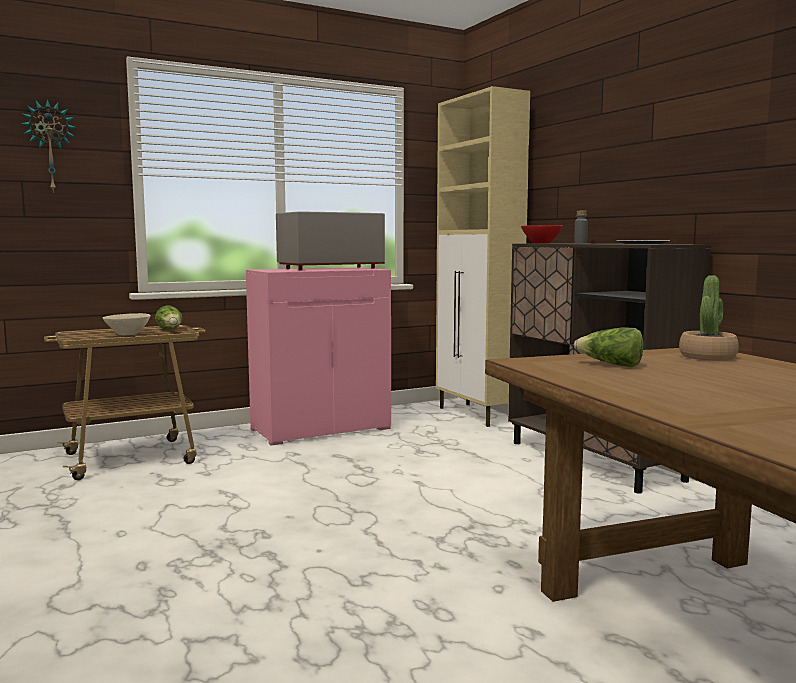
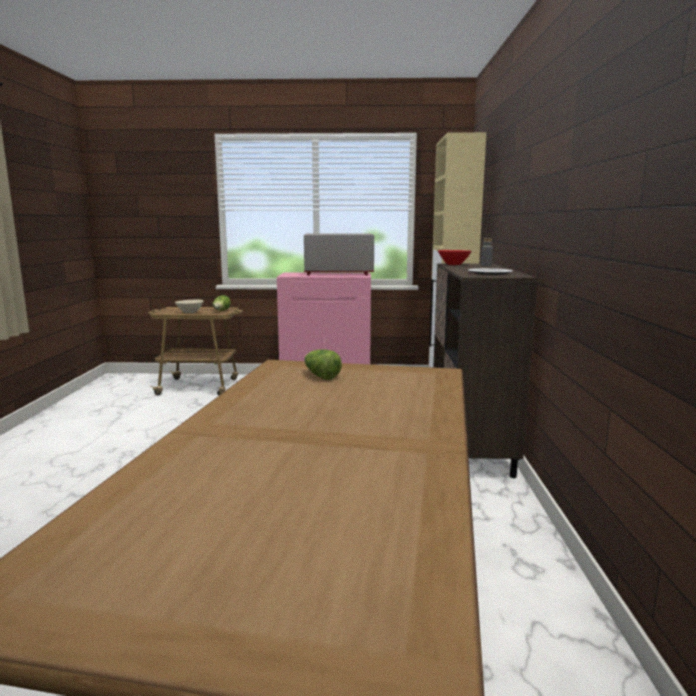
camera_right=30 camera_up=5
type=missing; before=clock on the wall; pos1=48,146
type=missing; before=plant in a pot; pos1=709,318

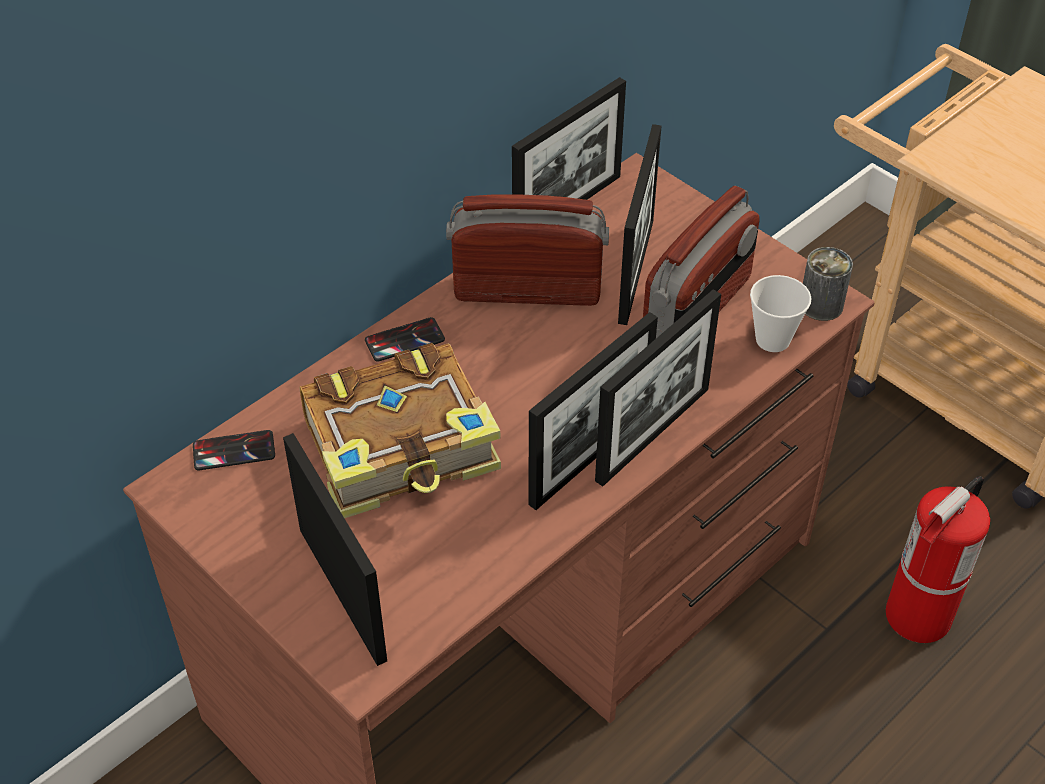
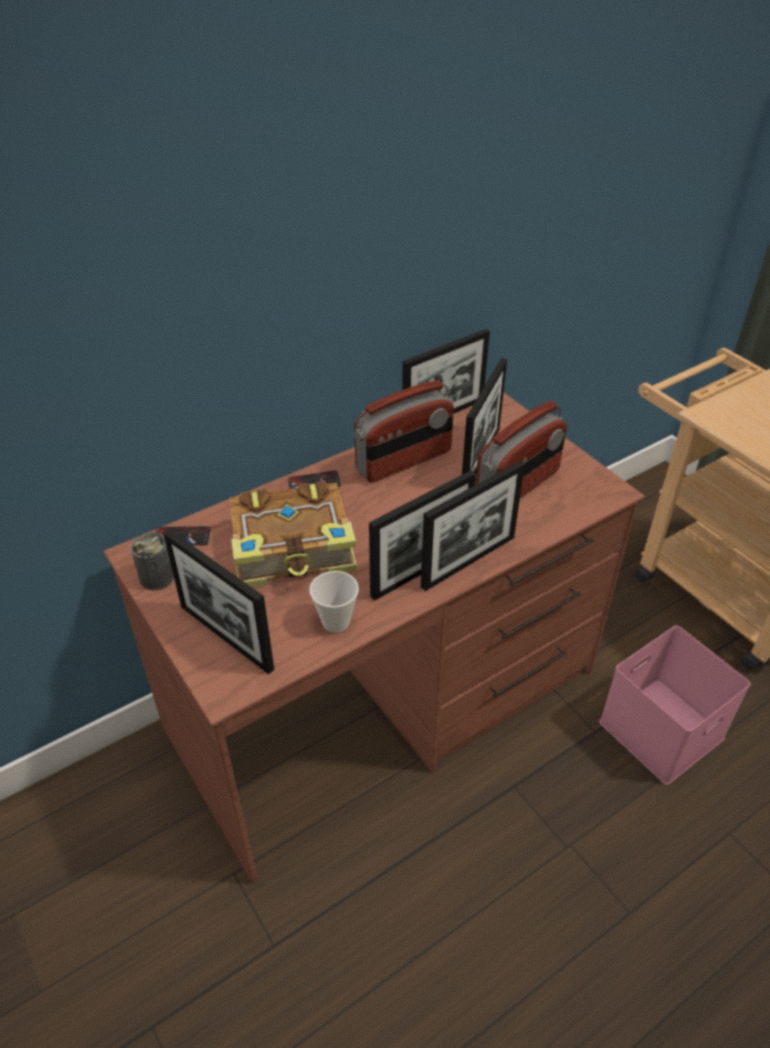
camera_right=10 camera_up=-5
type=spun; before=photo frame; pos1=335,549; pos2=218,601; turn=150
type=spun; before=radio set; pos1=527,250; pos2=404,431; turn=135
type=relocated; before=cup; pos1=780,313; pos2=334,602
type=relocated; before=can; pos1=828,284; pos2=152,561
type=exchanged; before=extinguisher; after=storage bin in pink-coloured; pos1=938,559; pos2=675,704

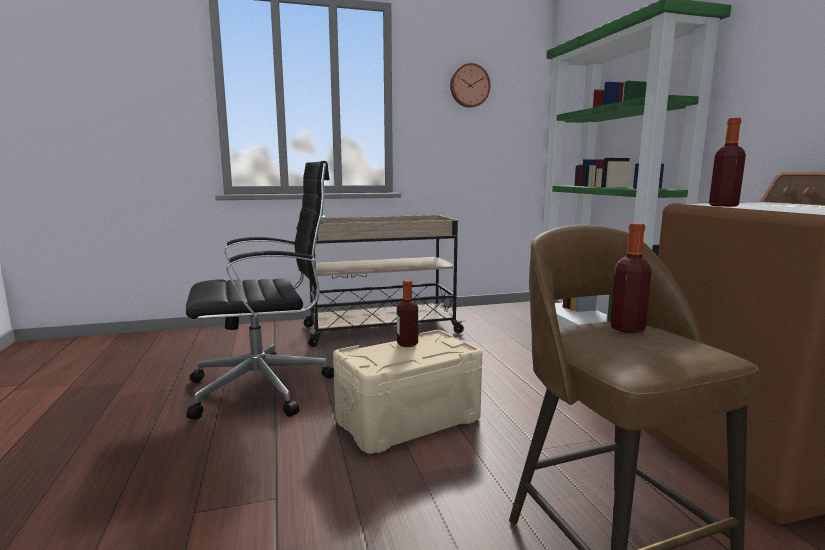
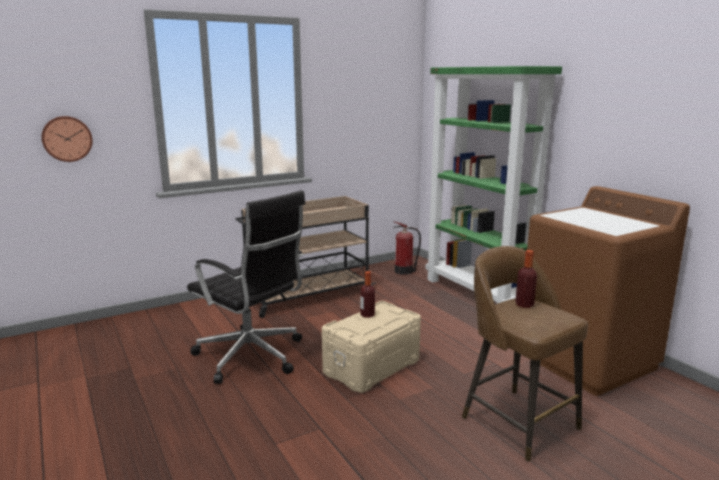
camera_right=-15 camera_up=5
type=spun; before=office chair in blackish; pos1=260,290; pos2=246,287; turn=75
type=relocated; before=clock on the wall; pos1=470,85; pos2=67,139
type=missing; before=beverage bottle; pos1=727,162
type=appeared; after=extinguisher; pos2=407,248

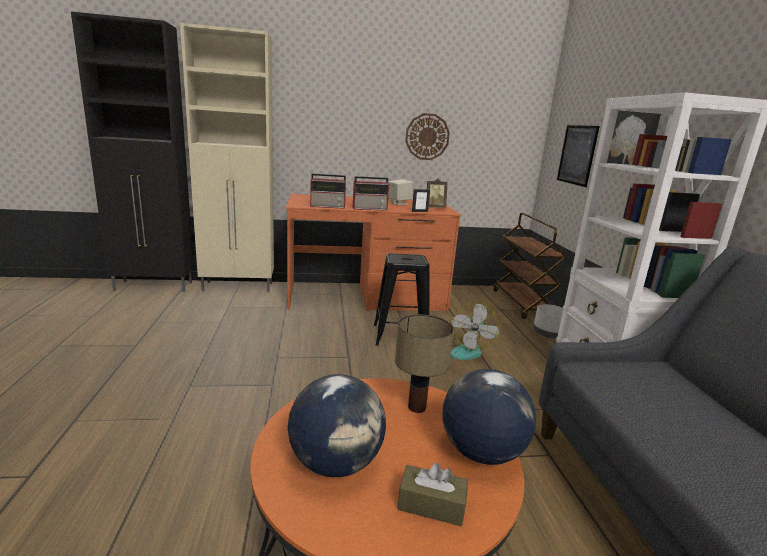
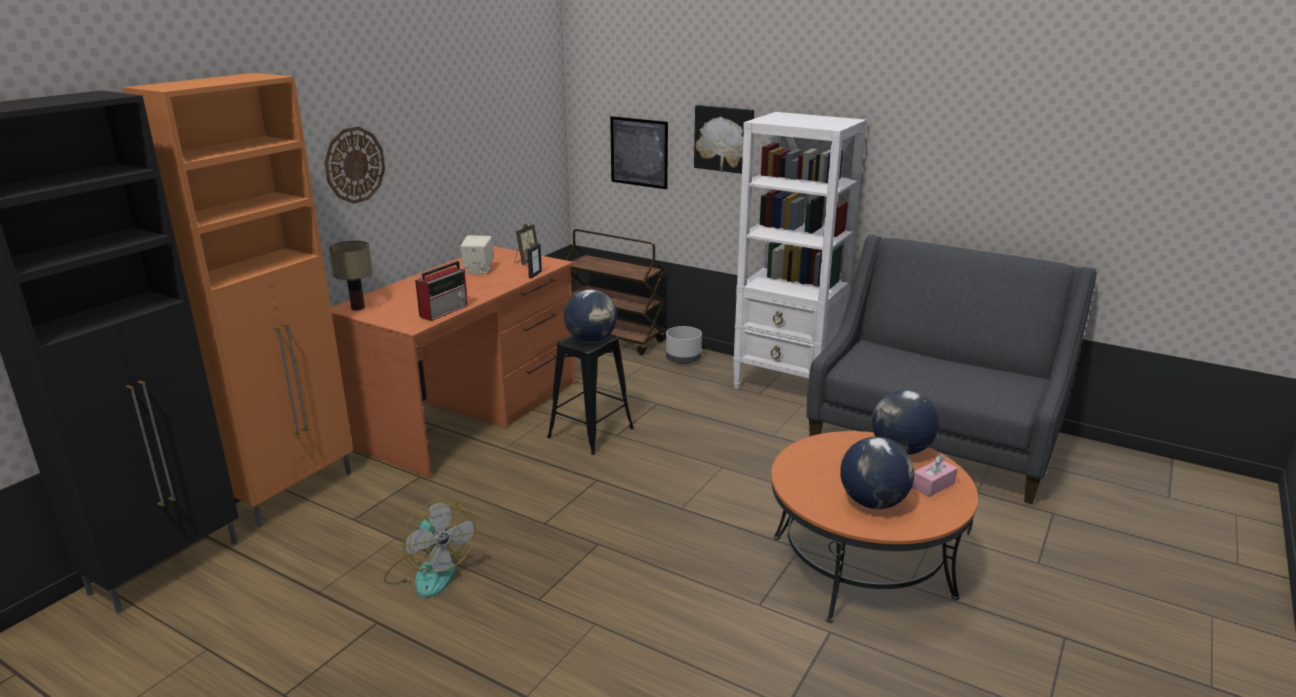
camera_right=-50 camera_up=5
type=colour; before=cupboard in sand-coloured; after=cupboard in orangey; pos1=227,157; pos2=238,300
type=missing; before=radio set; pos1=371,193
type=relocated; before=lamp for a table; pos1=424,364; pos2=351,275
type=colour; before=tissue box in brown; after=tissue box in pink-coloured; pos1=433,494; pos2=935,476
type=relocated; before=clock on the wall; pos1=427,136; pos2=354,165
type=relocated; before=electric fan; pos1=475,331; pos2=430,548
type=appeared; after=world globe; pos2=590,316

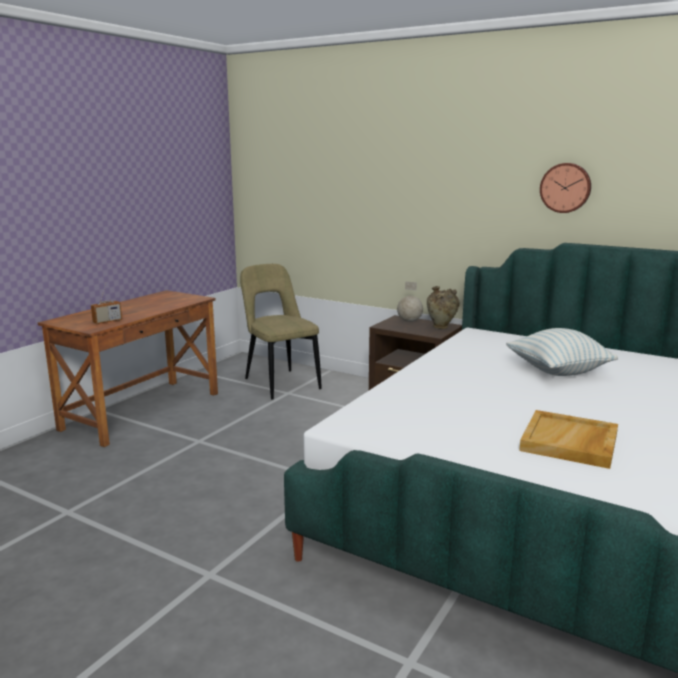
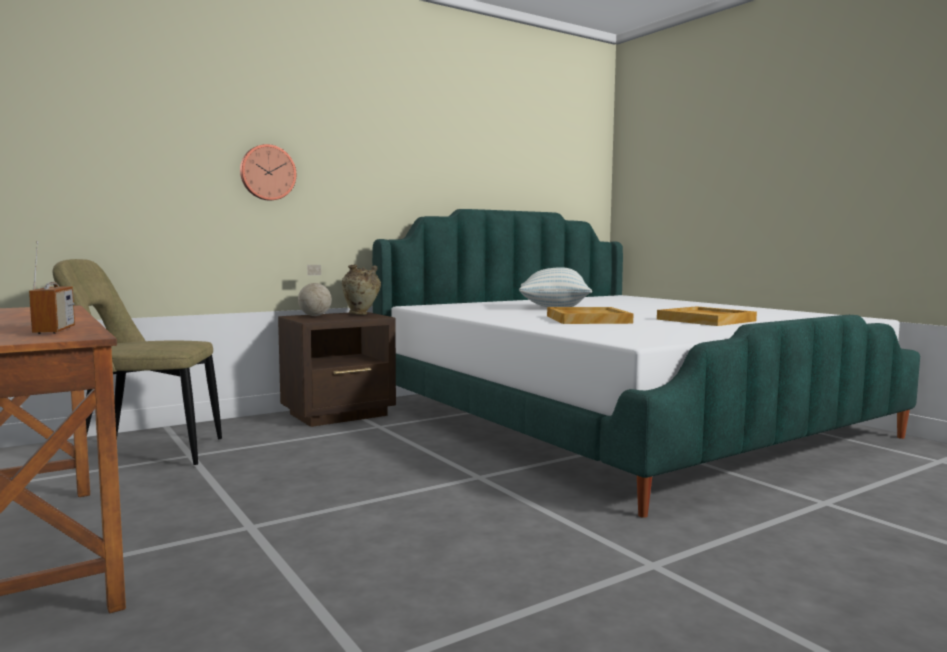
camera_right=-65 camera_up=-10
type=relocated; before=clock on the wall; pos1=565,188; pos2=268,172
type=appeared; after=carrying tray in sand-coloured; pos2=590,315

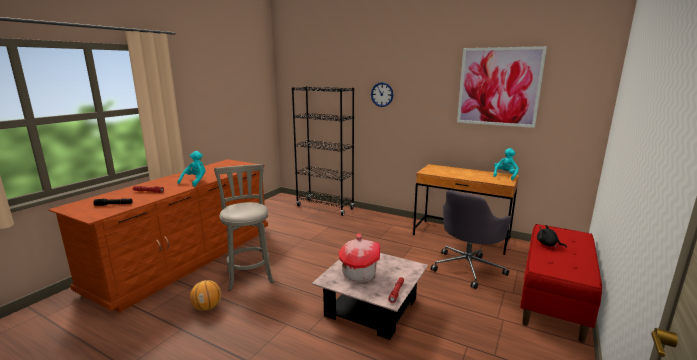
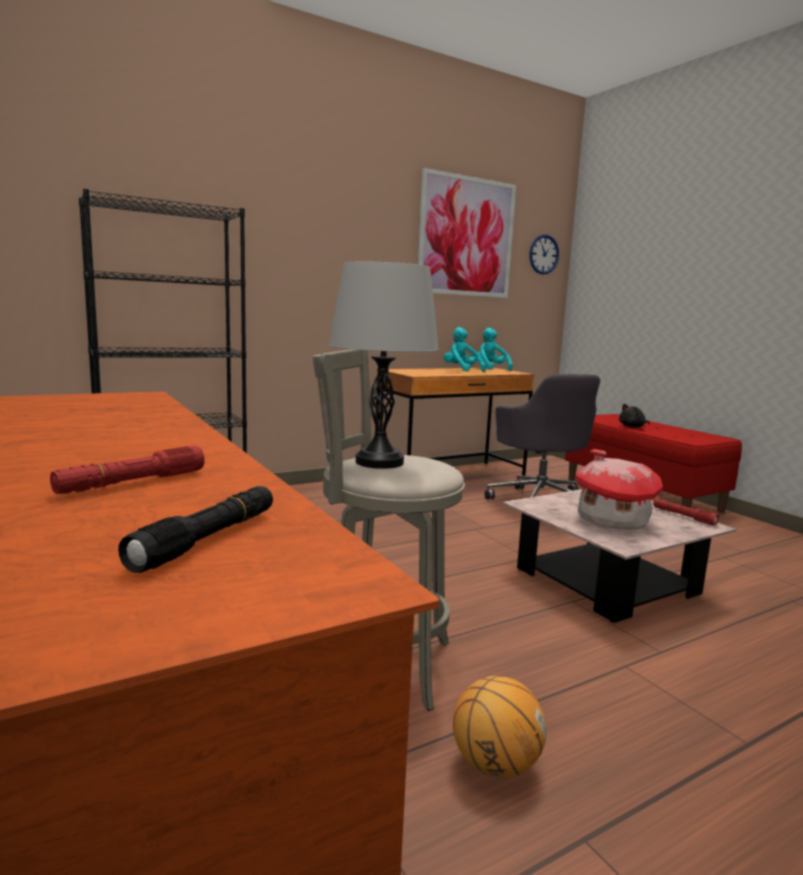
camera_right=-60 camera_up=-5
type=relocated; before=cuddly toy in turquoise; pos1=192,169; pos2=465,349
type=relocated; before=clock on the wall; pos1=382,94; pos2=544,254
type=appeared; after=lamp for a table in grey; pos2=384,365

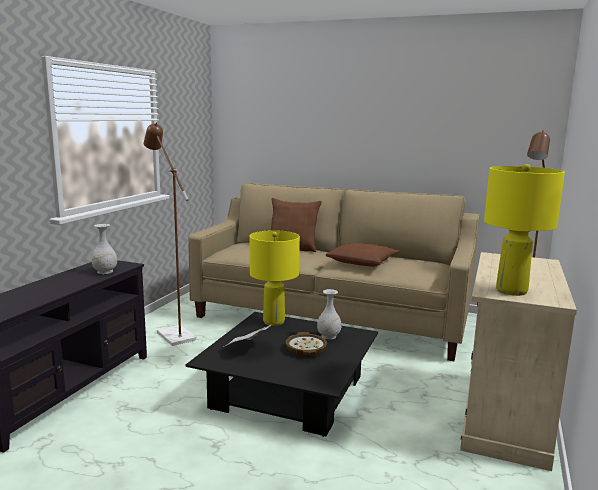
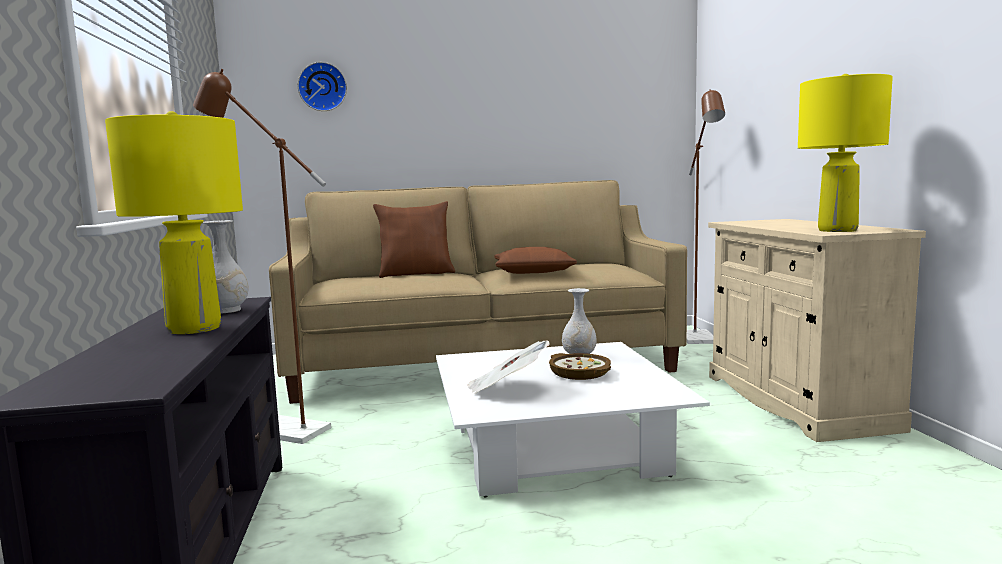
camera_right=-30 camera_up=-5
type=colour; before=low table in blackish; after=low table in white-coloured; pos1=281,374; pos2=573,419
type=relocated; before=lamp for a table in yellow-coloured; pos1=275,278; pos2=174,222
type=appeared; after=clock on the wall; pos2=322,86

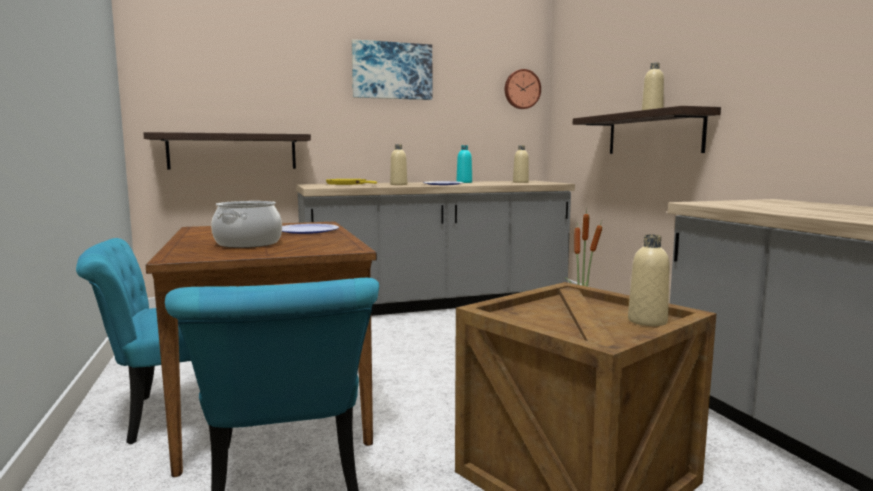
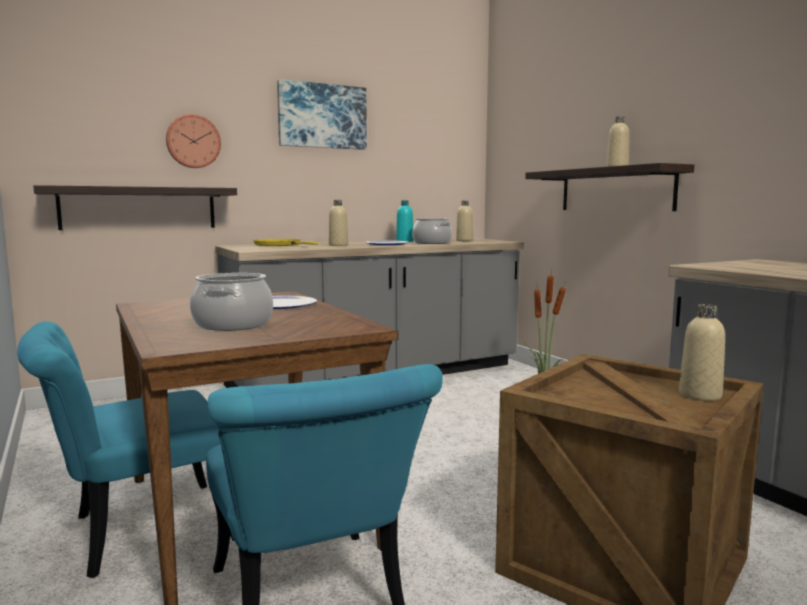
camera_right=-10 camera_up=0
type=relocated; before=clock on the wall; pos1=523,89; pos2=193,141
type=appeared; after=stockpot; pos2=432,231

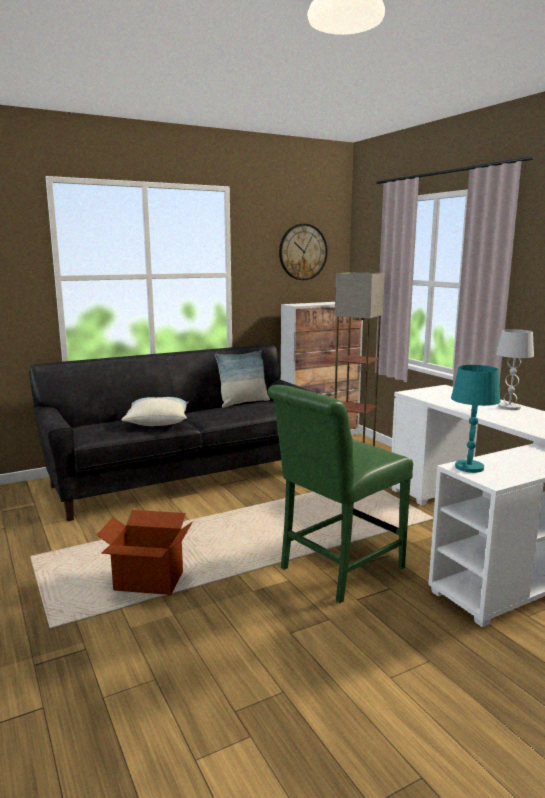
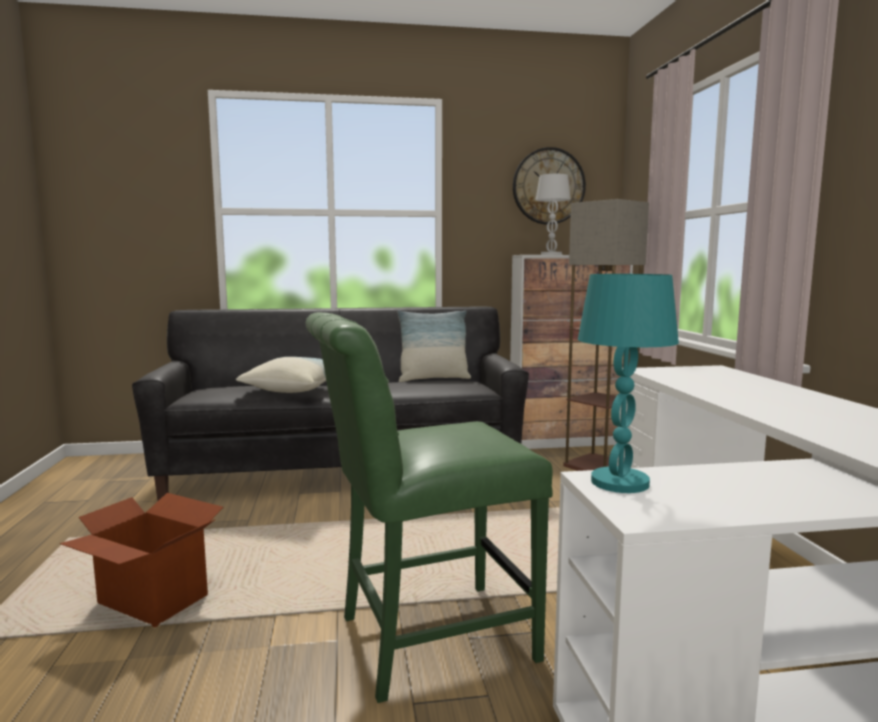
camera_right=20 camera_up=-5
type=relocated; before=lamp for a table in white-coloured; pos1=515,369; pos2=553,214

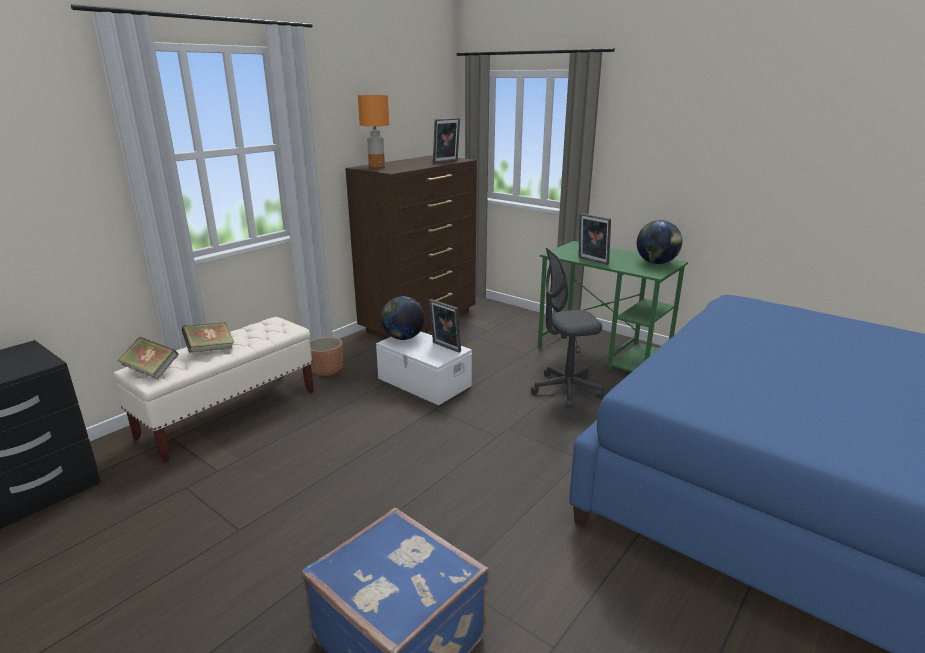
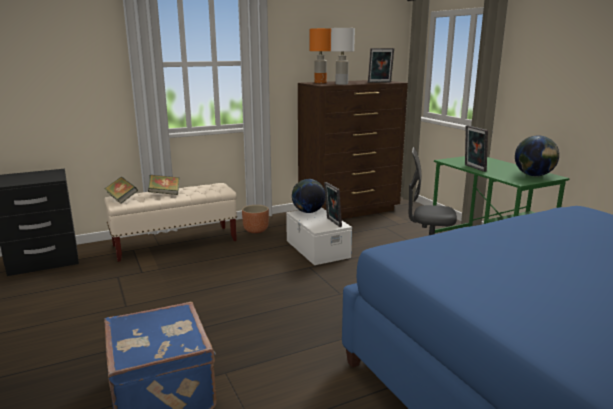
camera_right=25 camera_up=-5
type=appeared; after=lamp for a table in white-coloured; pos2=343,56

